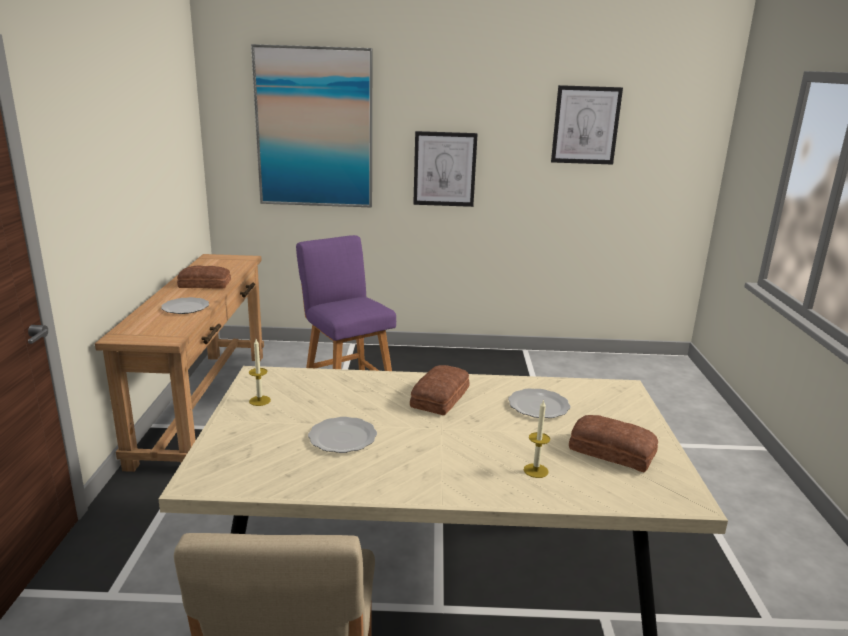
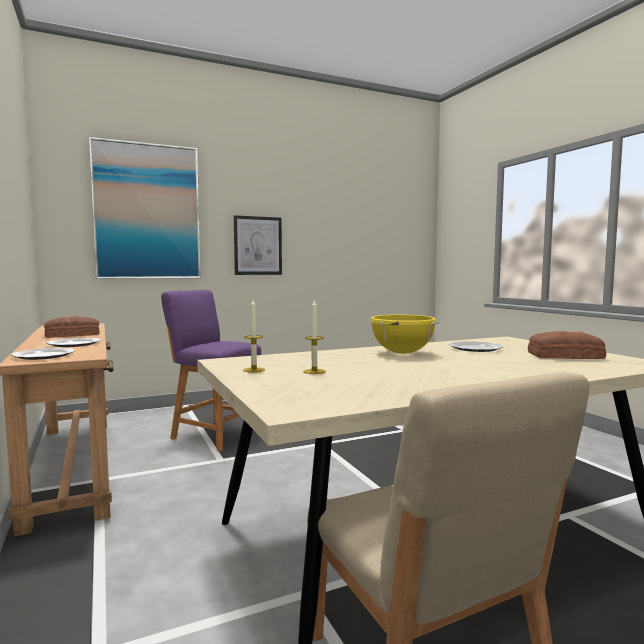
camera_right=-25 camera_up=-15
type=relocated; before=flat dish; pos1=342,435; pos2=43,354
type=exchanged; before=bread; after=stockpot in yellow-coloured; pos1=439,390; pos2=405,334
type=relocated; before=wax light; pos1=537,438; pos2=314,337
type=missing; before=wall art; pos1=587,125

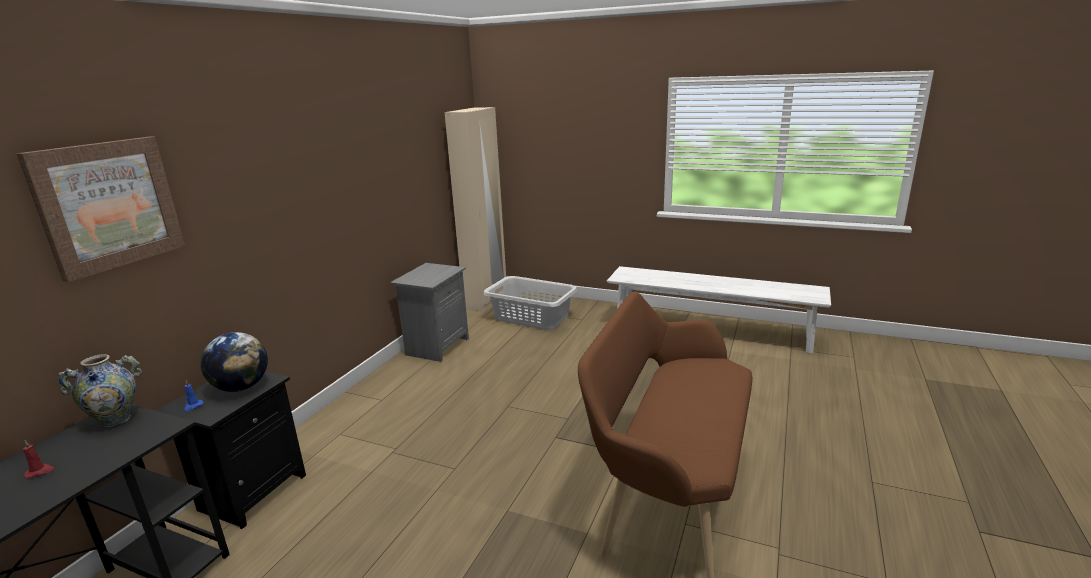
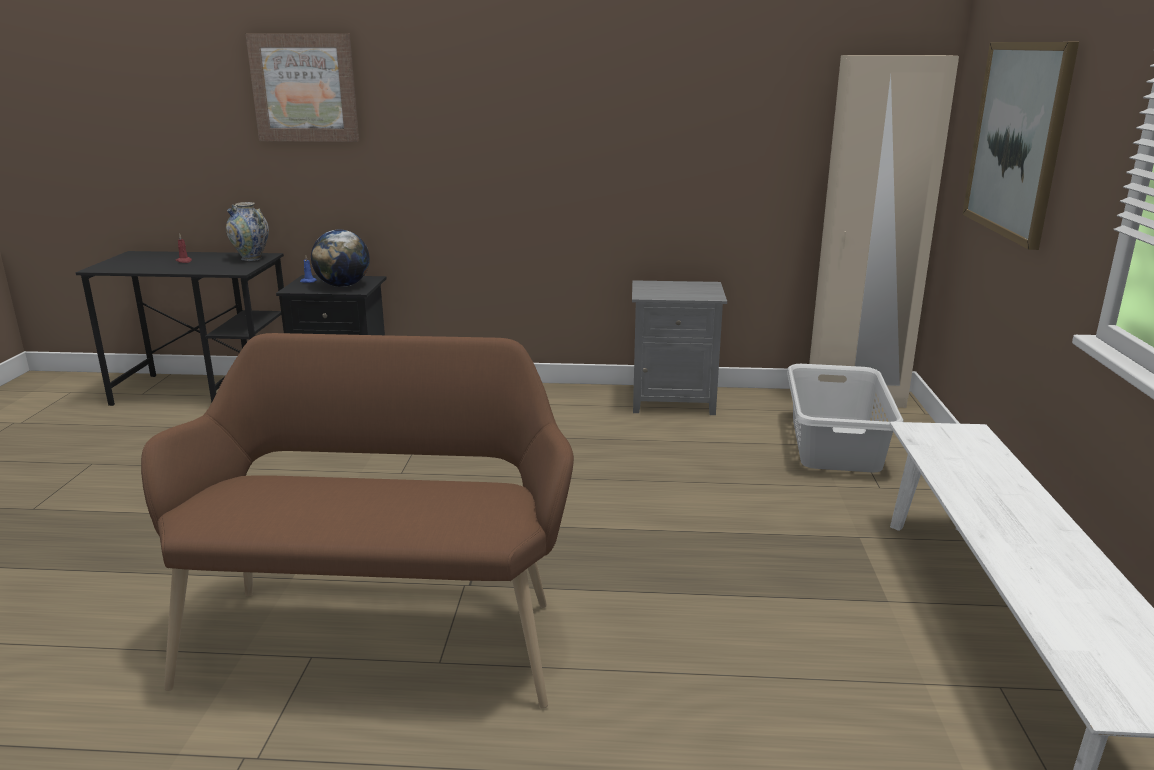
camera_right=70 camera_up=0
type=appeared; after=wall art; pos2=1020,146

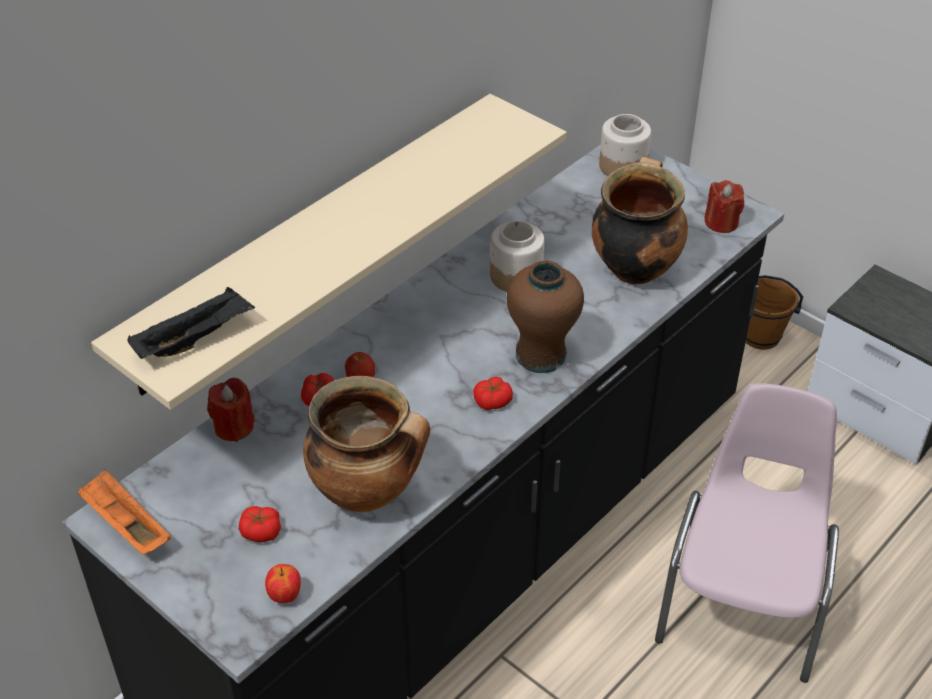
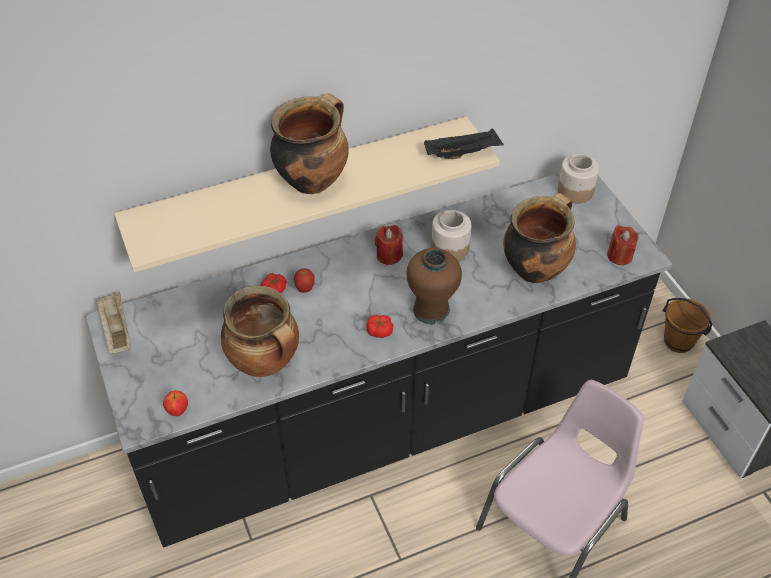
camera_right=25 camera_up=5
type=colour; before=carrying tray in orangey; after=carrying tray in sand-coloured; pos1=124,511; pos2=113,323
type=relocated; before=carrying tray in blackish; pos1=191,323; pos2=464,143
type=relocated; before=wax light in red; pos1=231,410; pos2=389,245
type=missing; before=tomato; pos1=260,524
type=appeared; after=stockpot; pos2=309,143

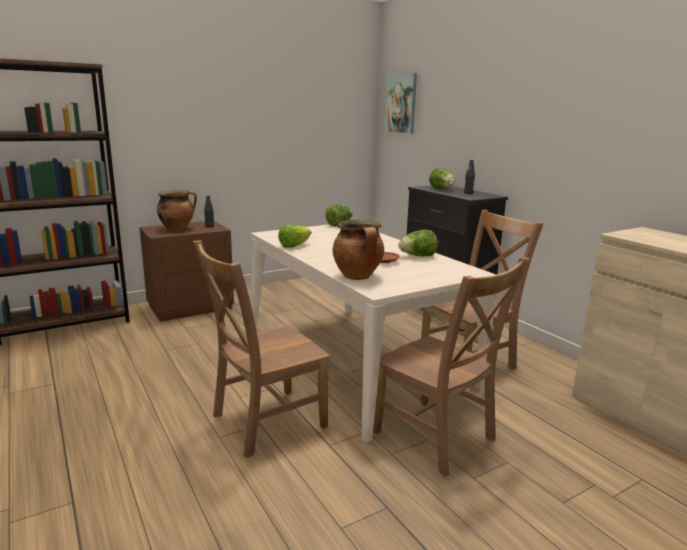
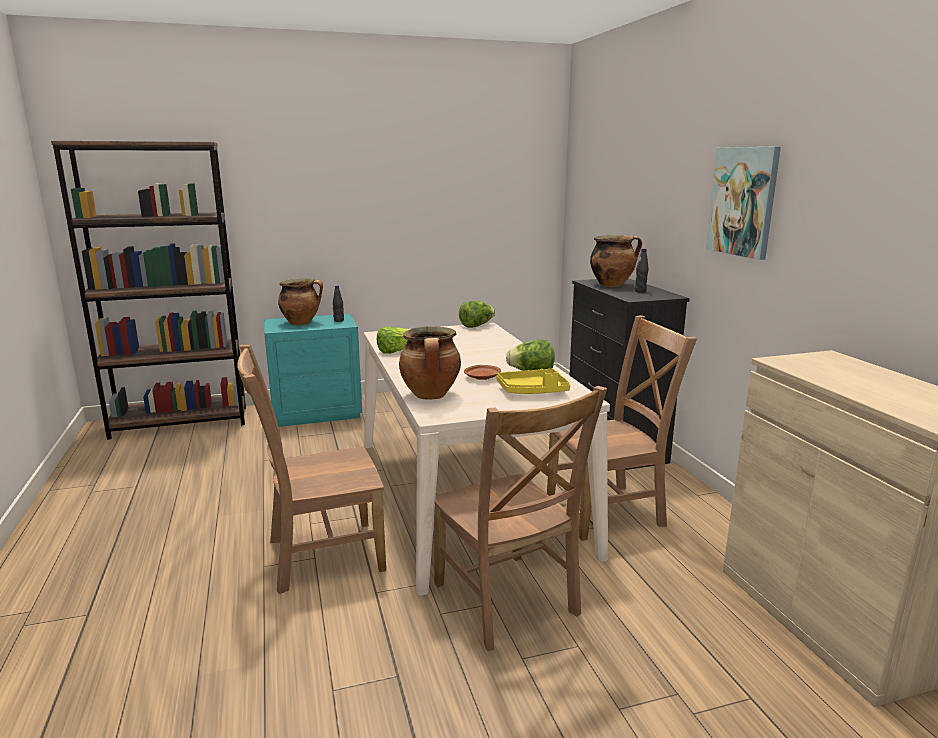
camera_right=15 camera_up=0
type=colour; before=nightstand in brown; after=nightstand in turquoise; pos1=186,271; pos2=313,370
type=relocated; before=wall art; pos1=400,103; pos2=743,203
type=exchanged; before=lettuce; after=stockpot; pos1=442,178; pos2=616,261
type=appeared; after=carrying tray in yellow-coloured; pos2=533,381

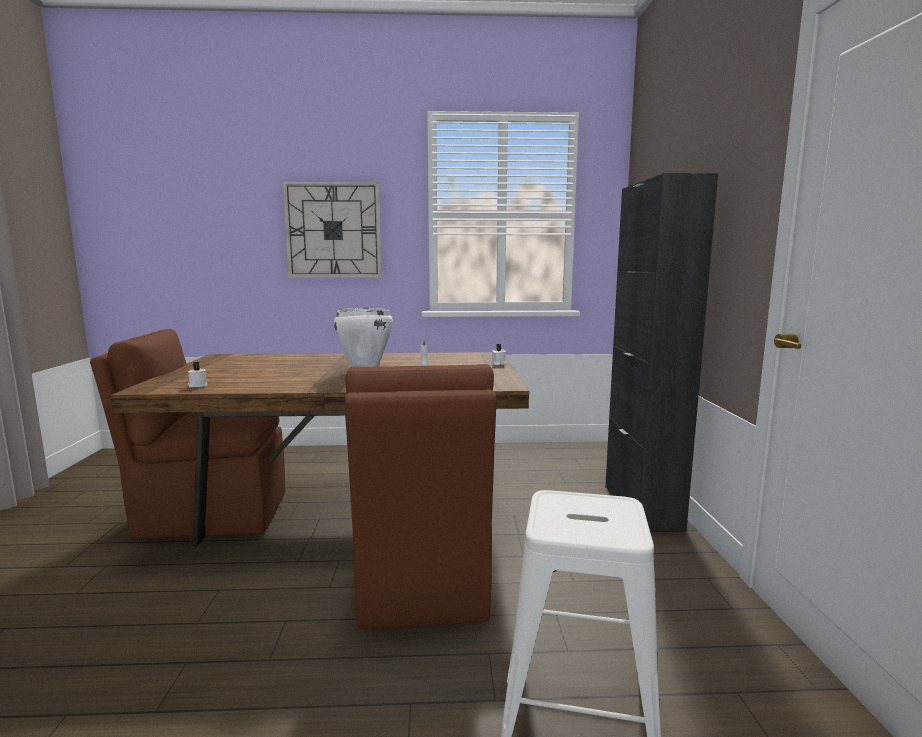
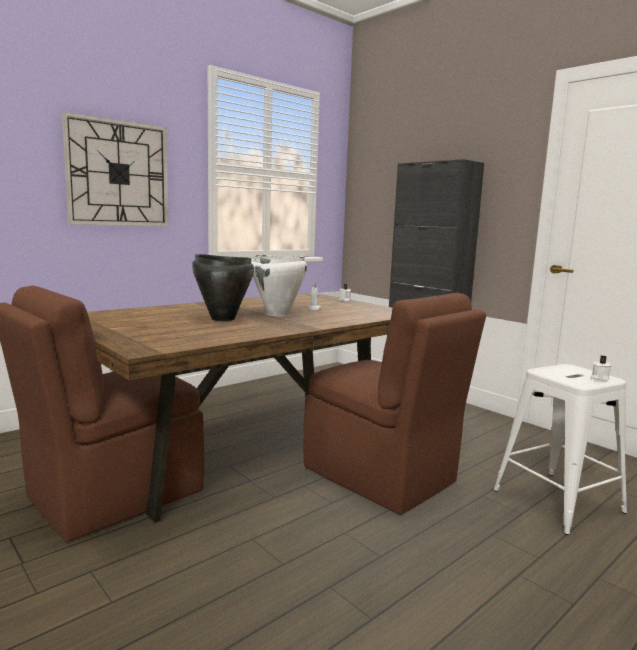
camera_right=-40 camera_up=0
type=relocated; before=wax light in white-coloured; pos1=197,374; pos2=601,368
type=appeared; after=stockpot in blackish; pos2=223,287

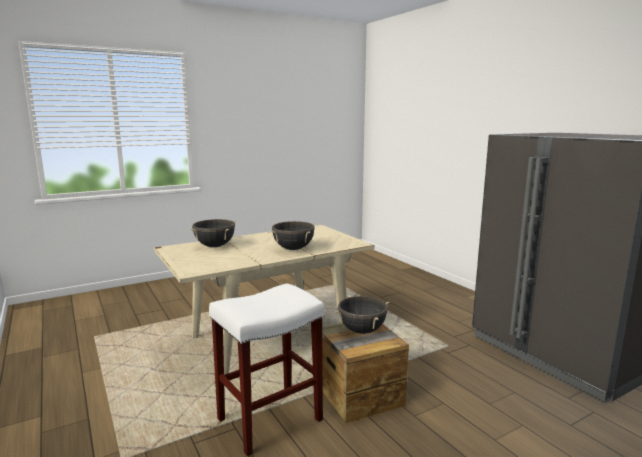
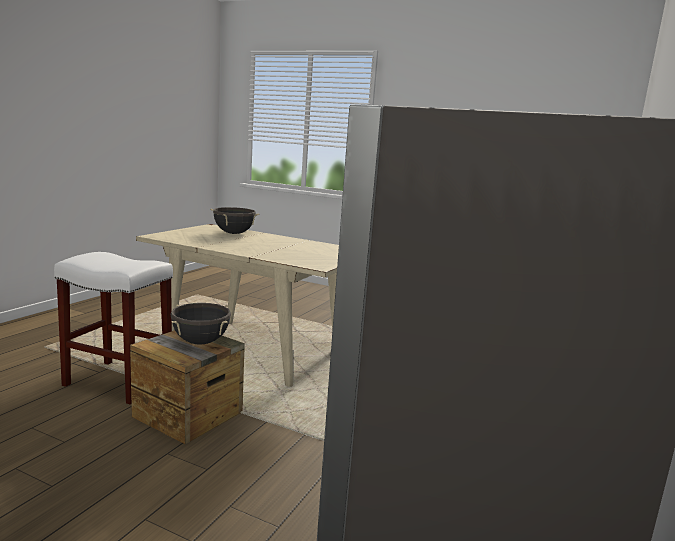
camera_right=55 camera_up=0
type=missing; before=stockpot in blackish; pos1=293,235

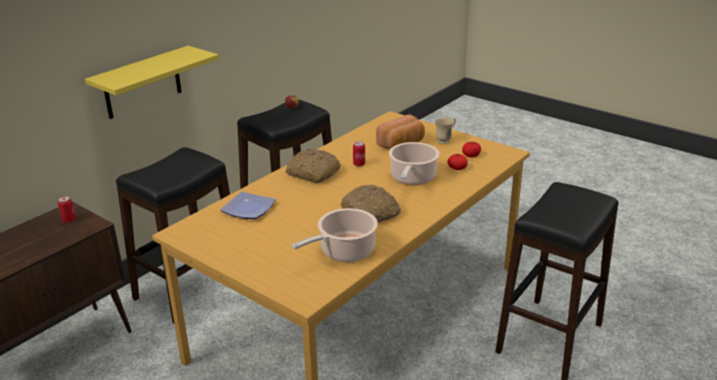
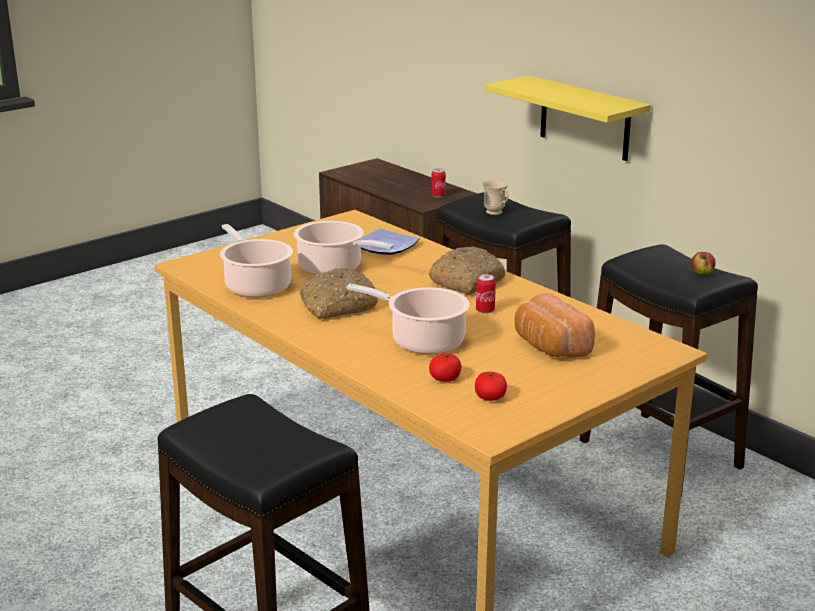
camera_right=100 camera_up=-5
type=relocated; before=tea mug in sand-coloured; pos1=445,131; pos2=495,197
type=appeared; after=stockpot; pos2=344,248

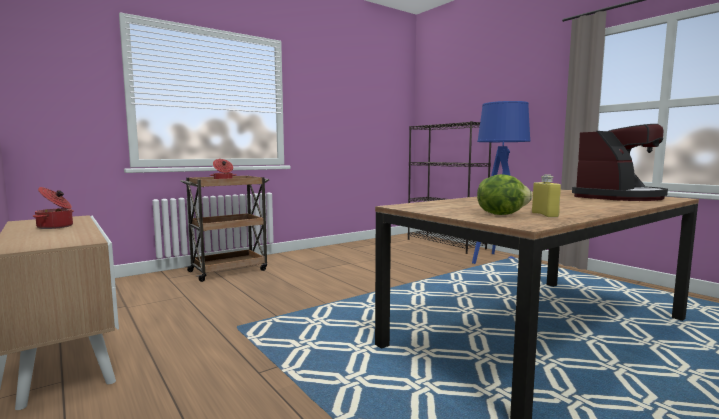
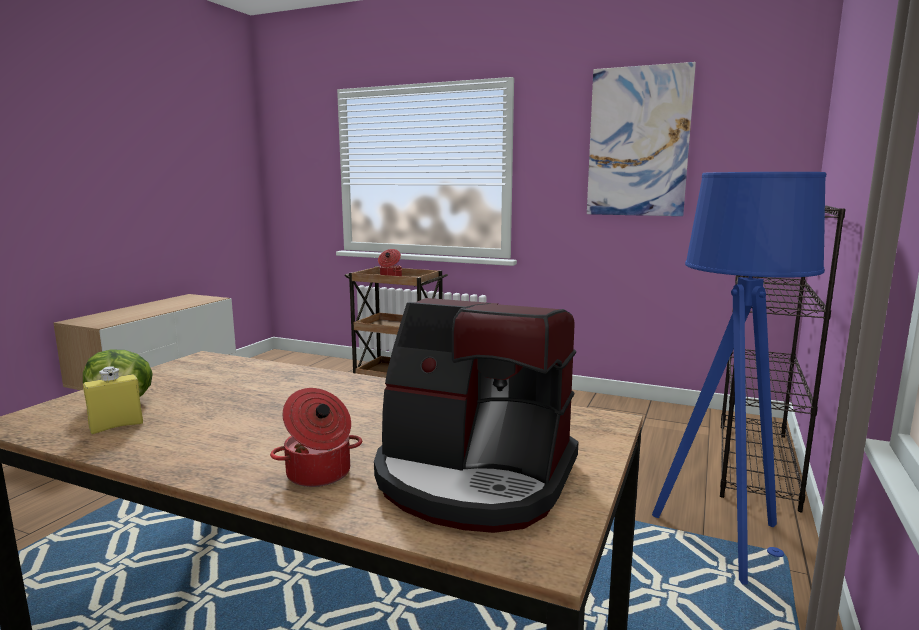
camera_right=60 camera_up=5
type=relocated; before=stockpot; pos1=53,208; pos2=316,437
type=appeared; after=wall art; pos2=641,139

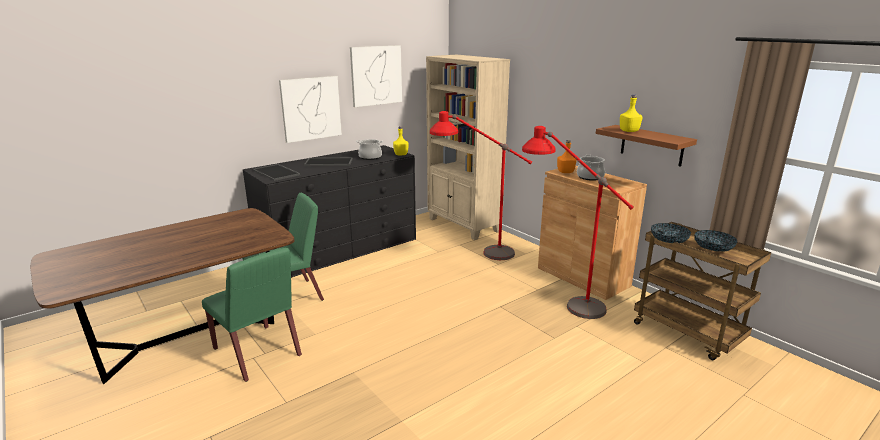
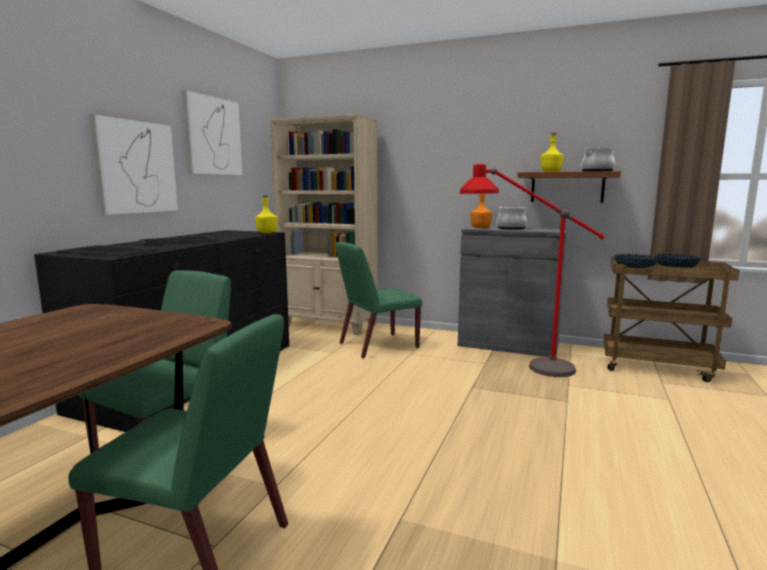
camera_right=-30 camera_up=-10
type=relocated; before=stockpot; pos1=369,149; pos2=598,160
type=exchanged; before=floor lamp in red; after=upright chair in green; pos1=481,185; pos2=379,300
type=colour; before=cupboard in brown; after=cupboard in grey; pos1=592,233; pos2=512,291

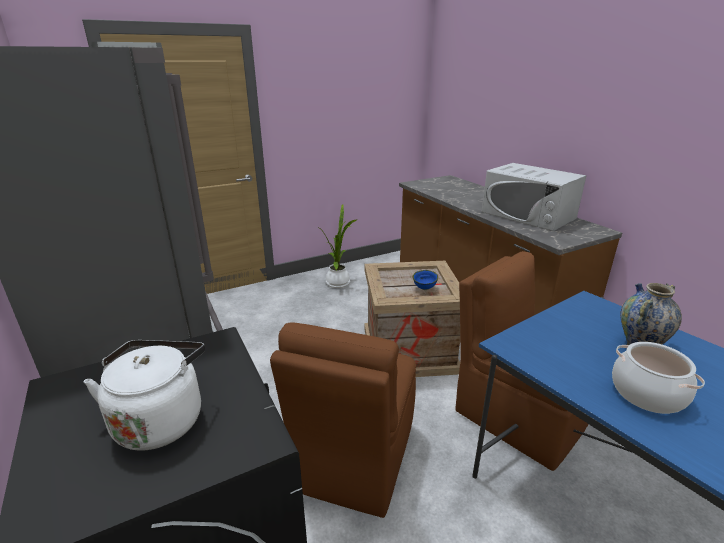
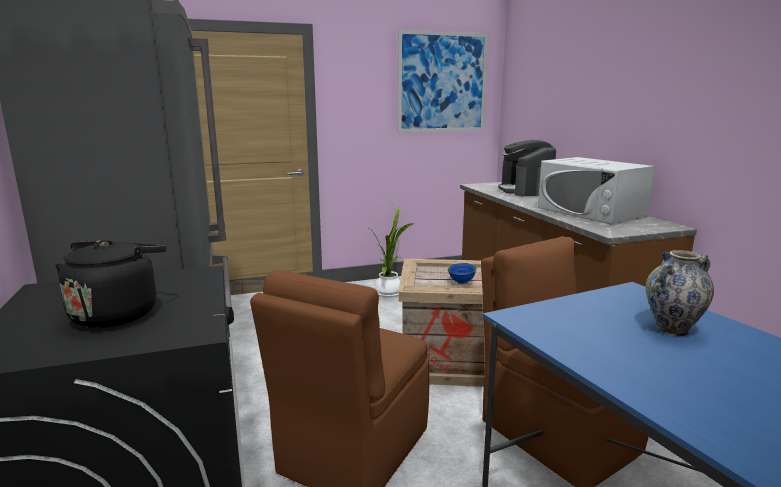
camera_right=10 camera_up=-10
type=colour; before=water kettle in white-coloured; after=water kettle in blackish; pos1=144,395; pos2=111,284
type=missing; before=stockpot; pos1=658,378
type=appeared; after=wall art; pos2=443,81
type=appeared; after=coffee brewer; pos2=527,168

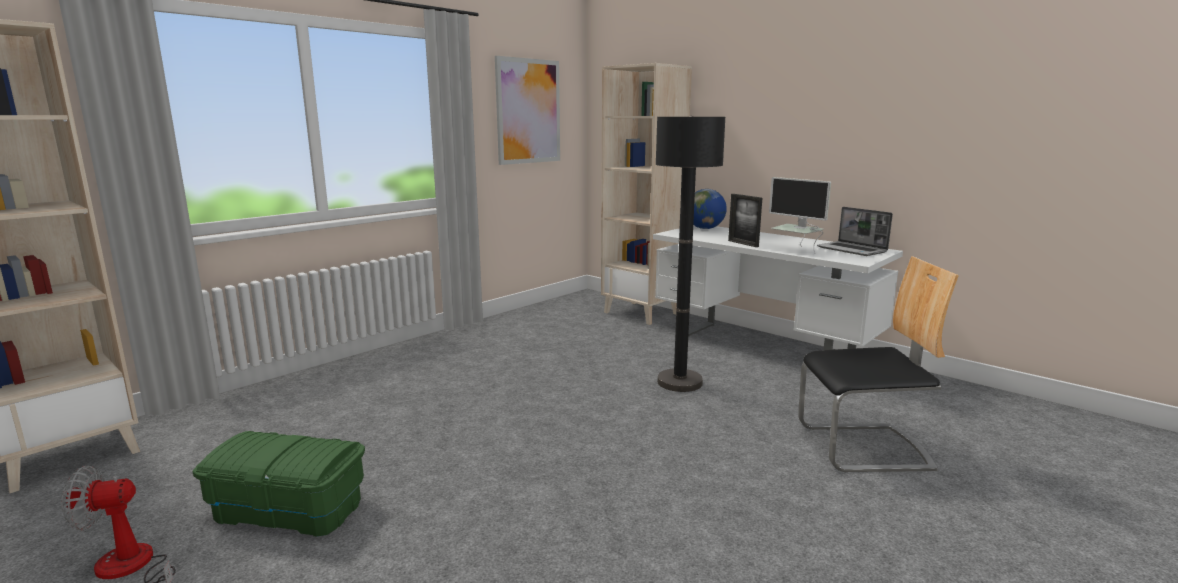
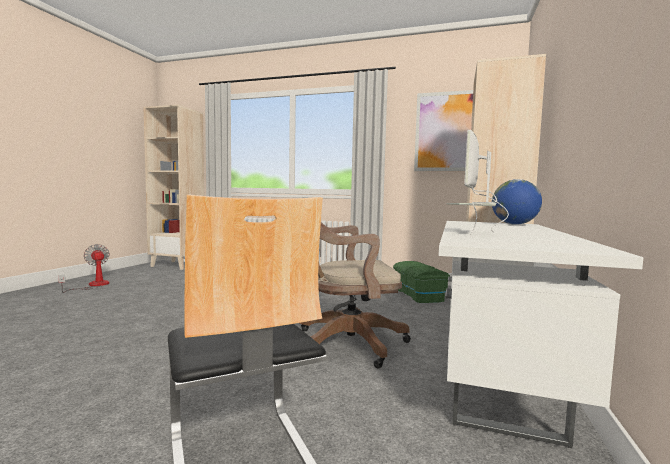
camera_right=65 camera_up=-10
type=relocated; before=storage bin in green; pos1=278,484; pos2=421,282
type=exchanged; before=floor lamp in blackish; after=office chair in brown; pos1=690,254; pos2=355,295
type=missing; before=photo frame; pos1=745,220
type=missing; before=laptop; pos1=855,231

